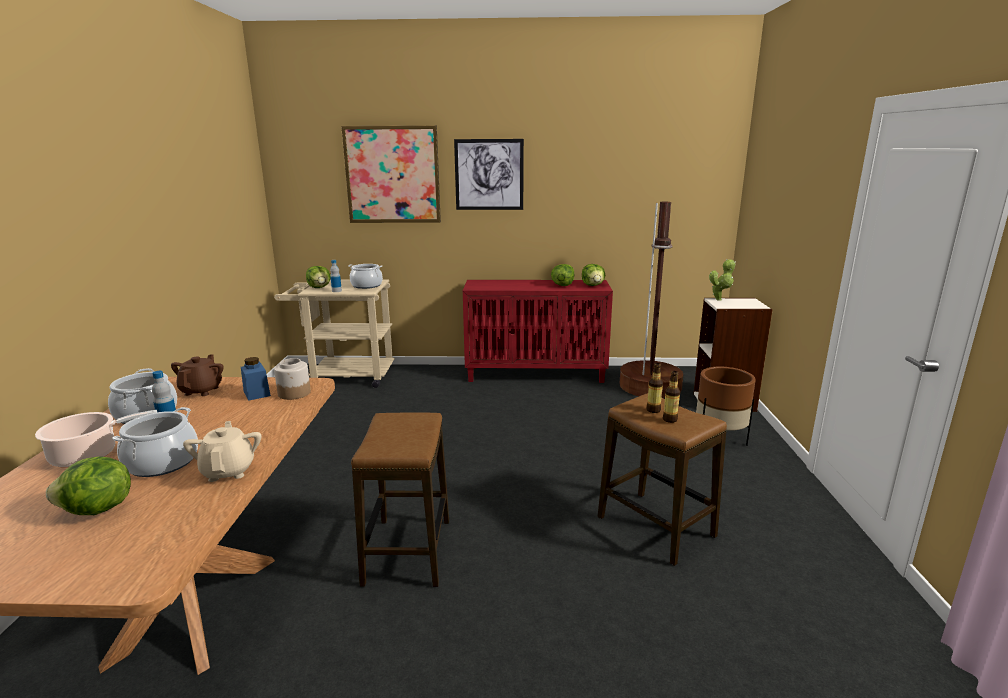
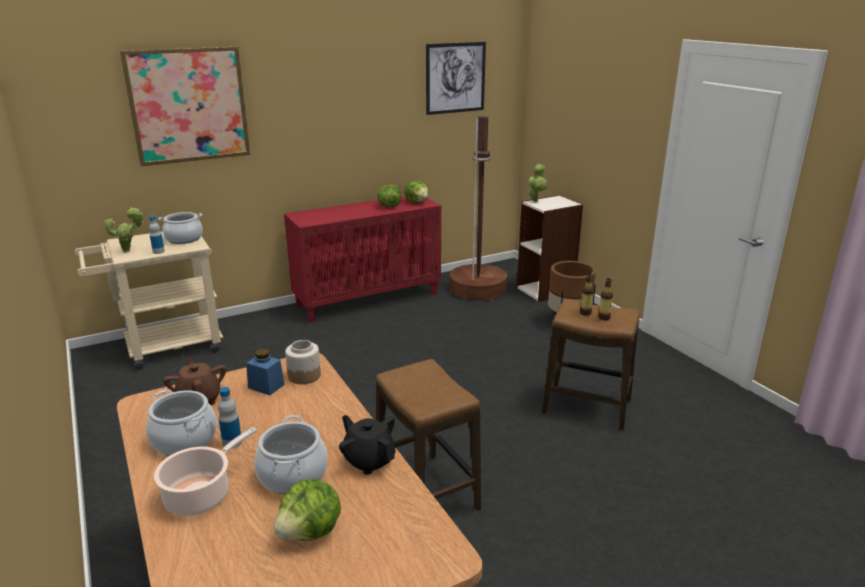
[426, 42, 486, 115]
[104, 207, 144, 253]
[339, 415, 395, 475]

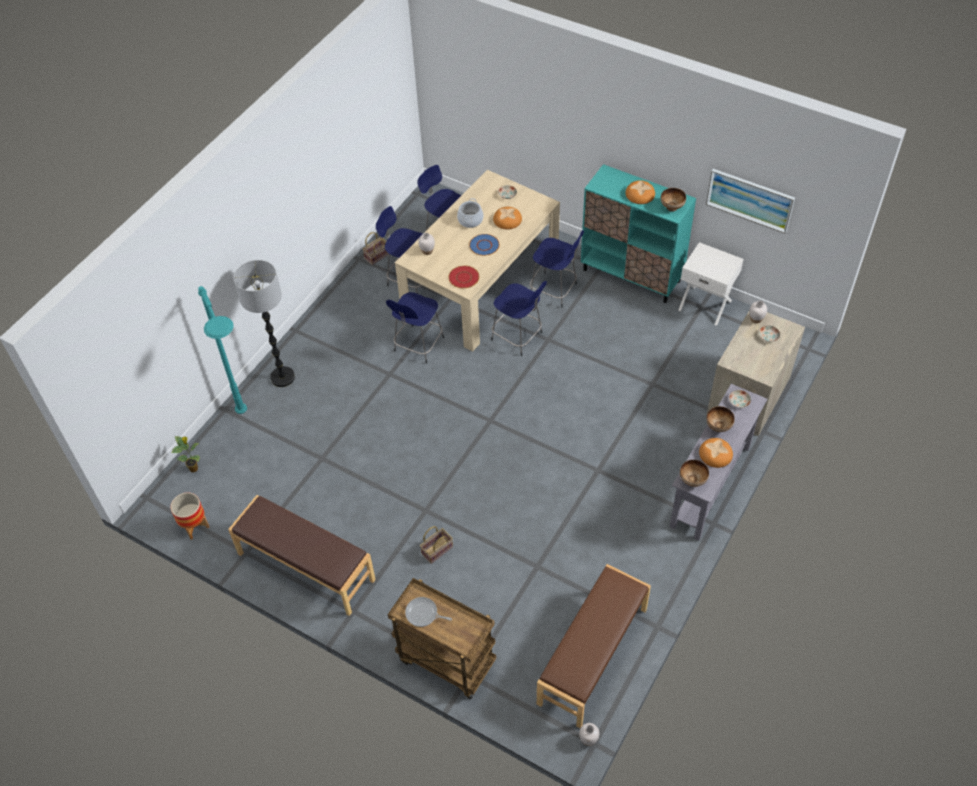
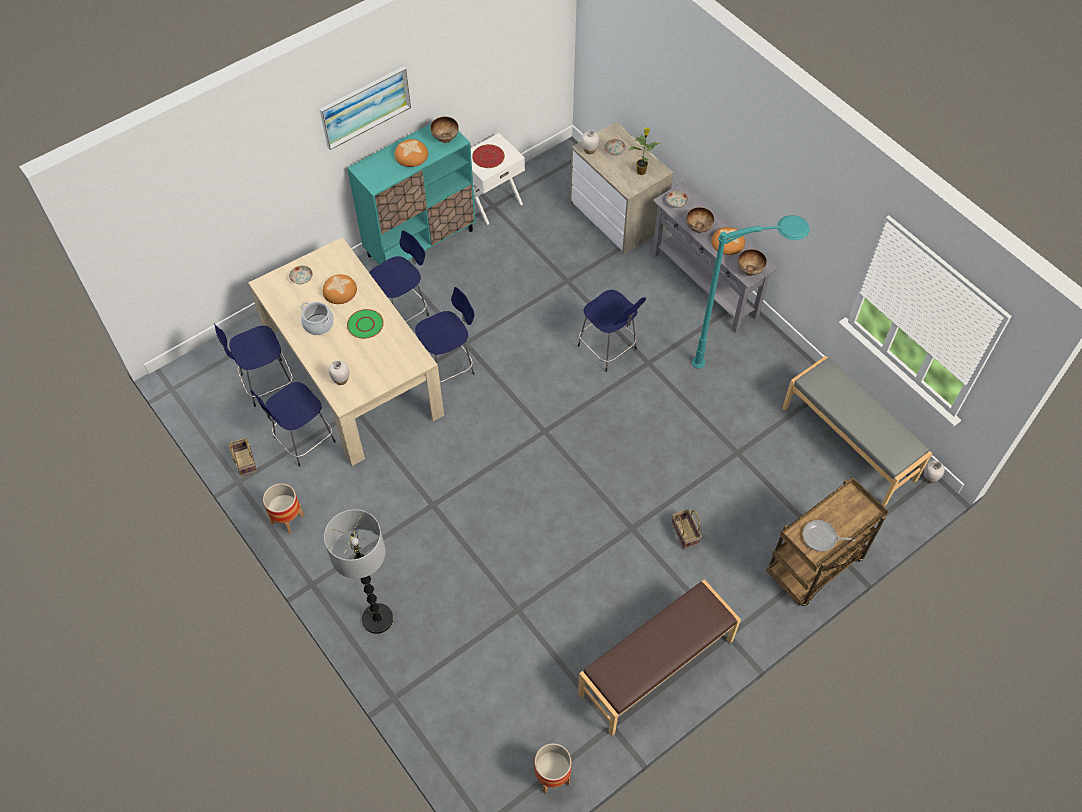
[320, 66, 411, 150]
[347, 309, 384, 339]
[472, 144, 505, 168]
[692, 215, 810, 369]
[578, 290, 646, 372]
[628, 128, 660, 175]
[782, 356, 932, 506]
[803, 520, 855, 551]
[263, 483, 304, 534]

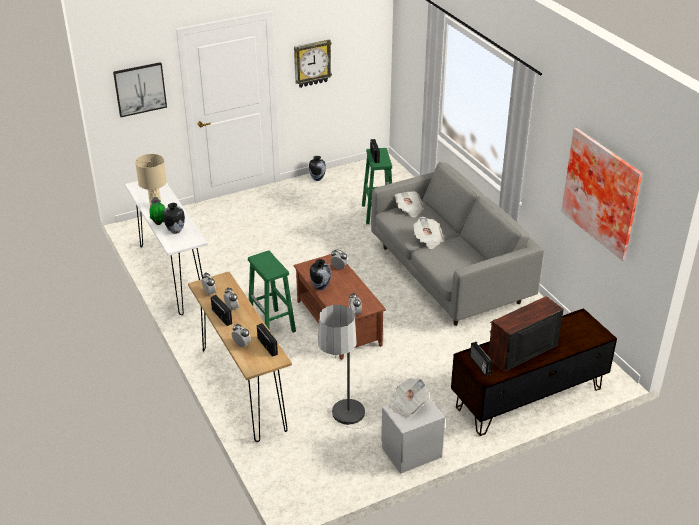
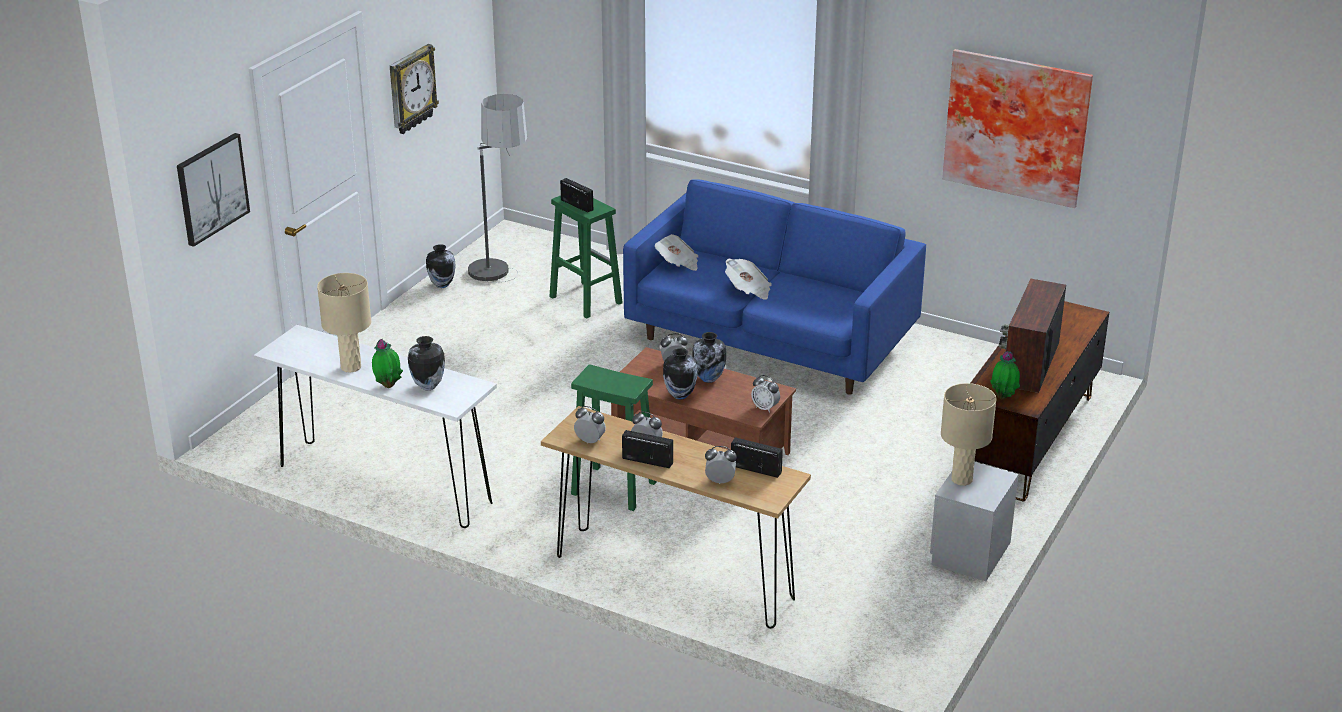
[623, 179, 926, 395]
[468, 94, 527, 283]
[990, 351, 1020, 399]
[941, 383, 997, 486]
[692, 332, 726, 383]

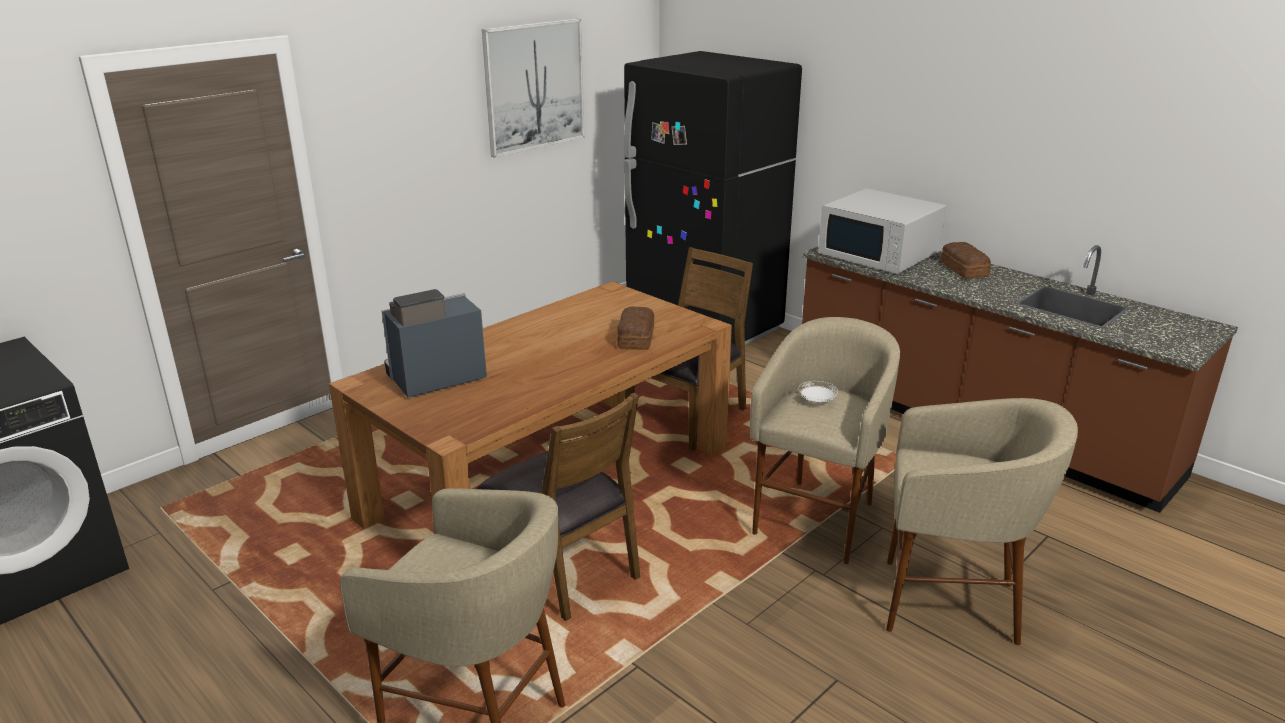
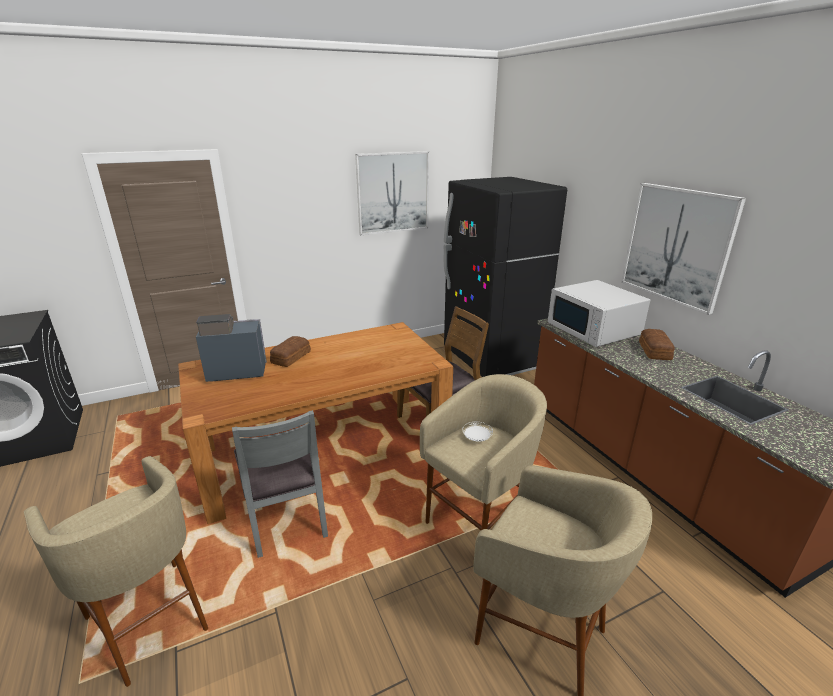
[270, 336, 311, 367]
[232, 410, 328, 558]
[621, 183, 746, 315]

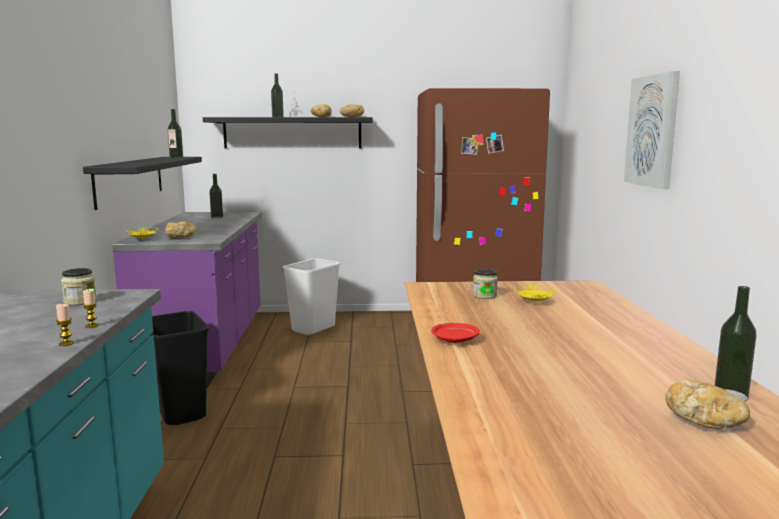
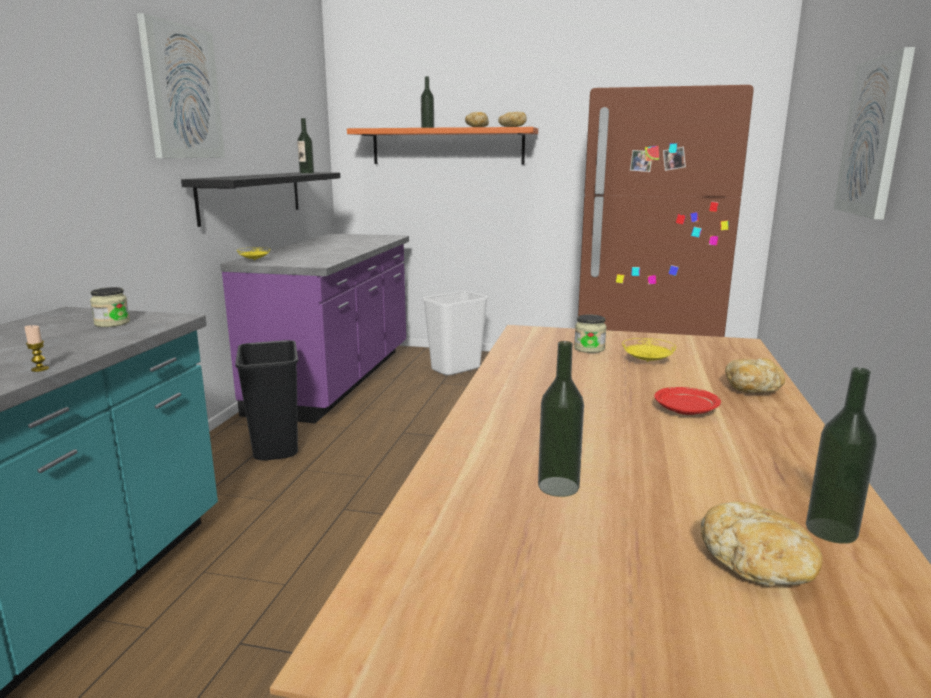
[347, 127, 538, 165]
[538, 341, 584, 497]
[725, 358, 785, 393]
[83, 289, 99, 328] (first image)
[654, 387, 721, 415]
[137, 13, 225, 158]

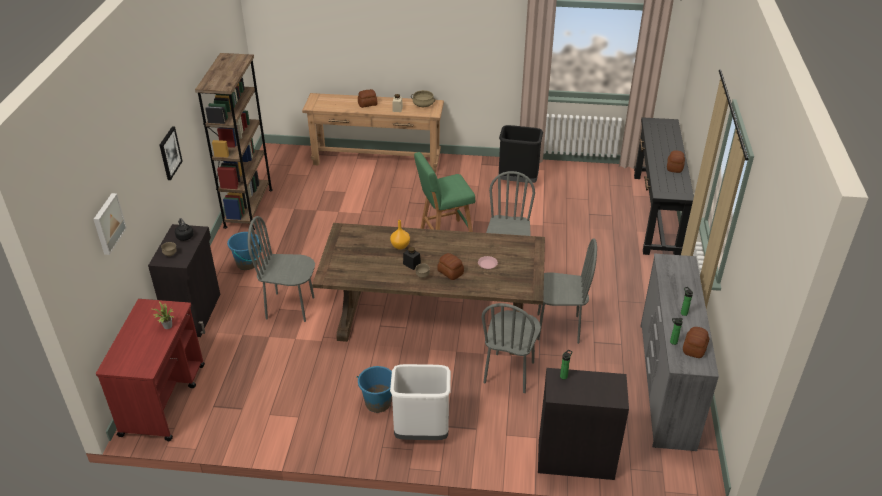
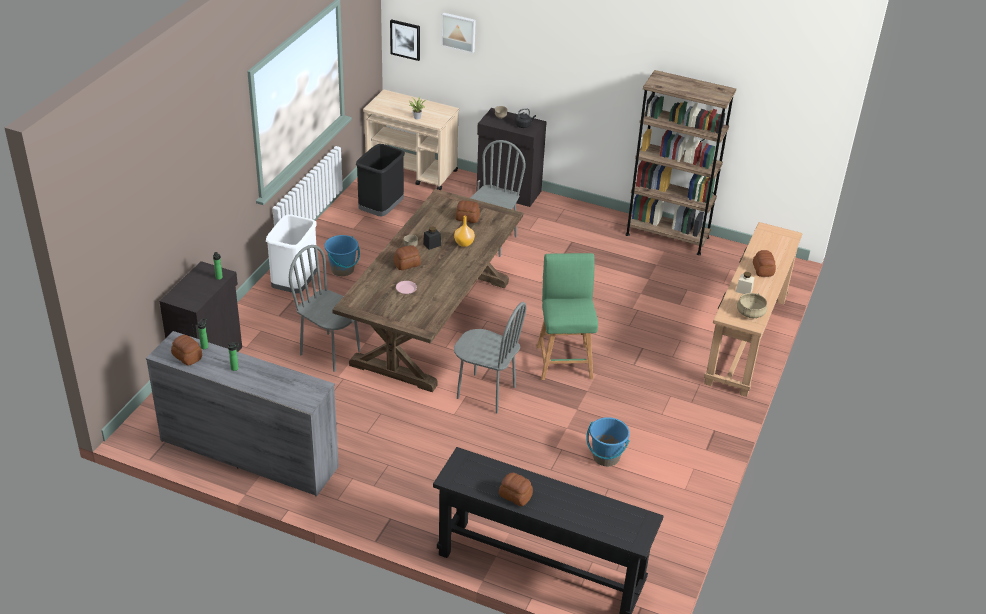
[356, 144, 405, 216]
[390, 19, 420, 61]
[586, 417, 630, 466]
[537, 238, 597, 344] (first image)
[363, 90, 459, 190]
[455, 200, 480, 223]

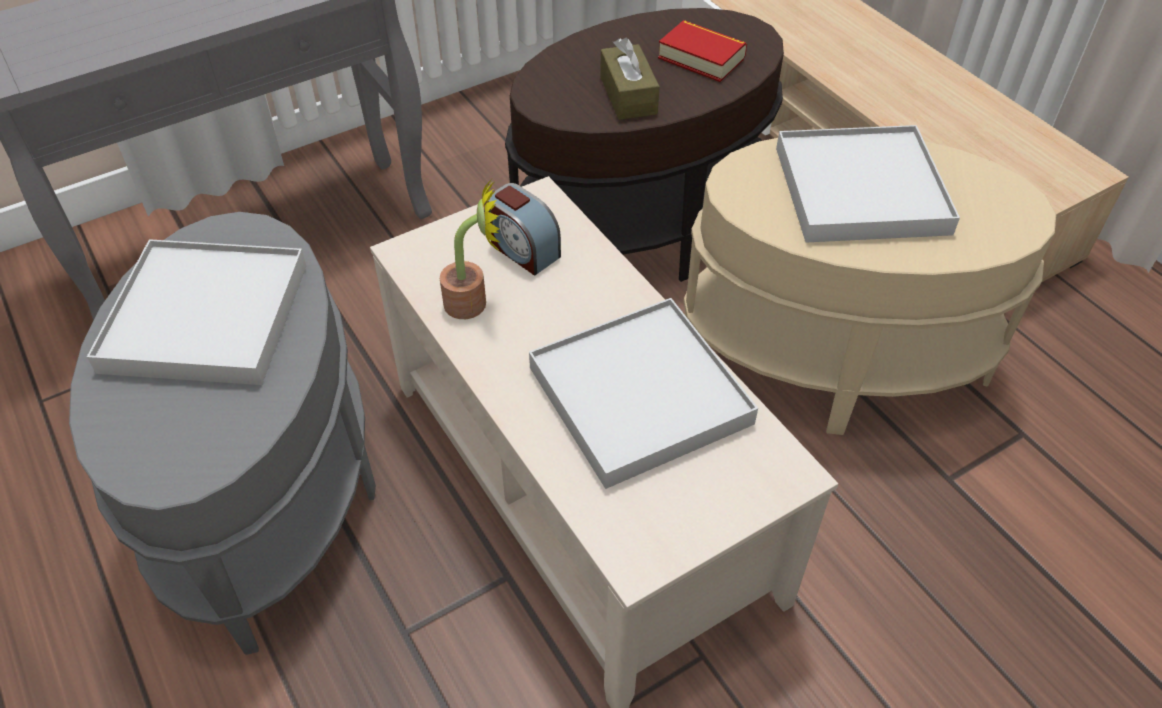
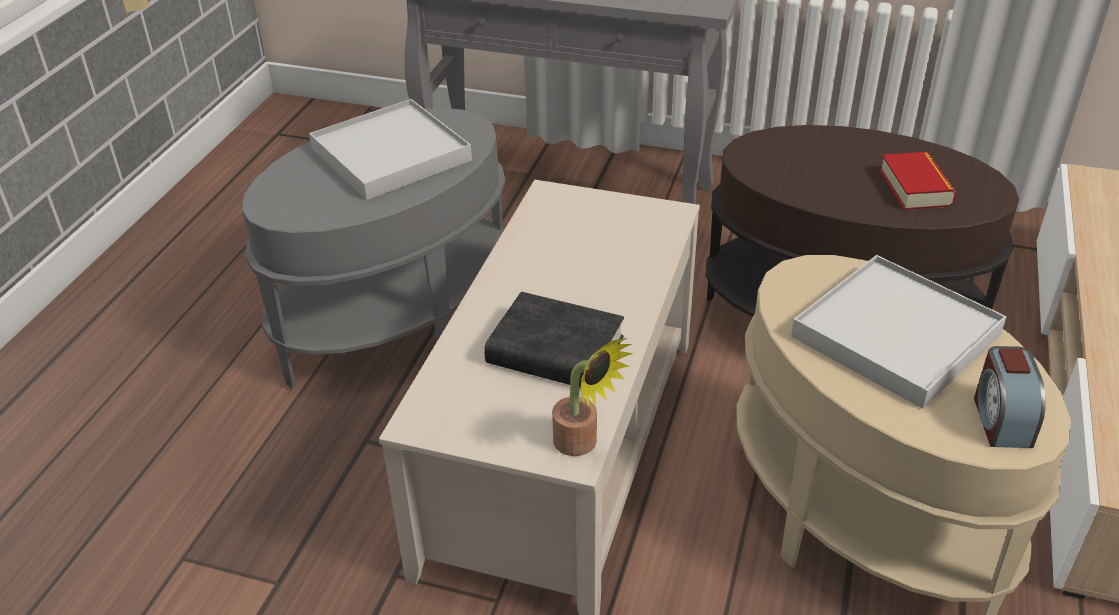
[600, 38, 660, 120] (first image)
[552, 338, 633, 456]
[974, 346, 1046, 448]
[484, 292, 624, 388]

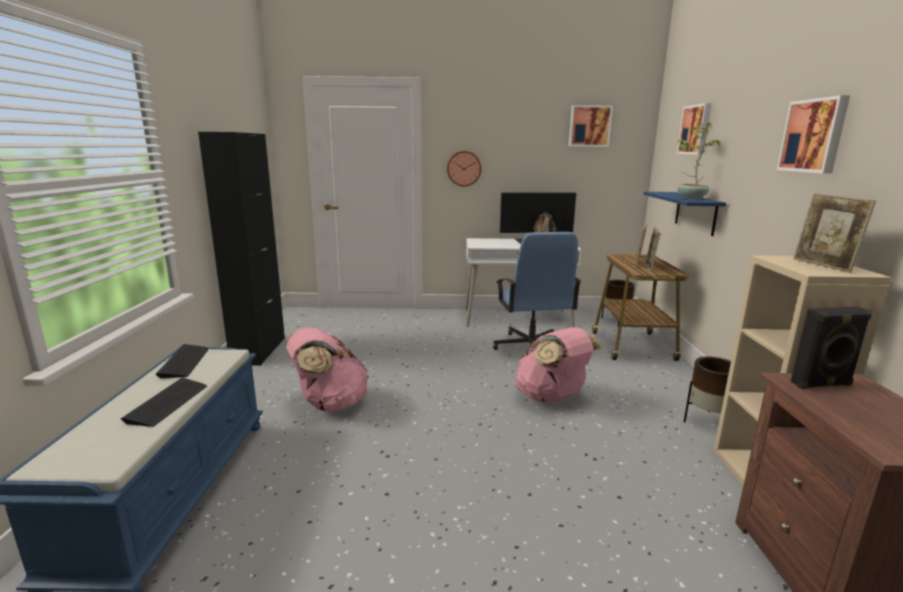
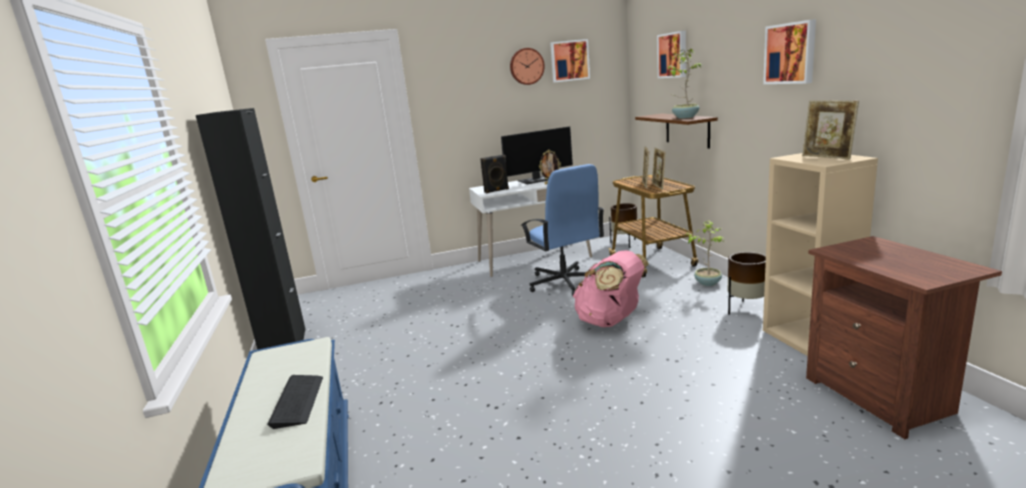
[510, 48, 545, 85]
[635, 114, 718, 149]
[480, 155, 509, 193]
[286, 328, 369, 412] (first image)
[156, 344, 209, 378] (first image)
[686, 220, 725, 286]

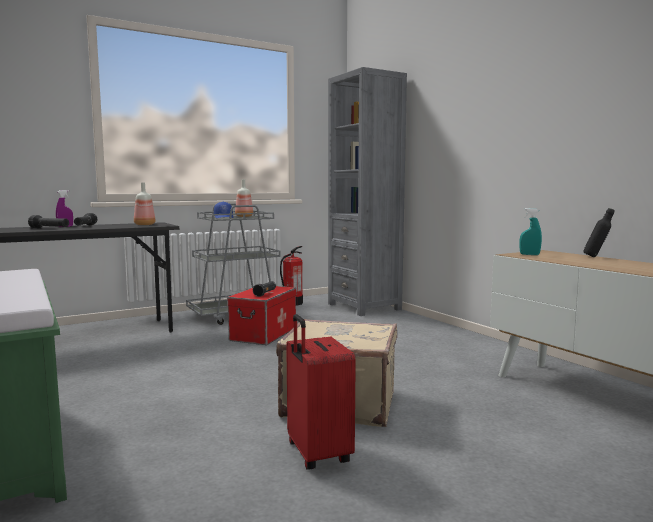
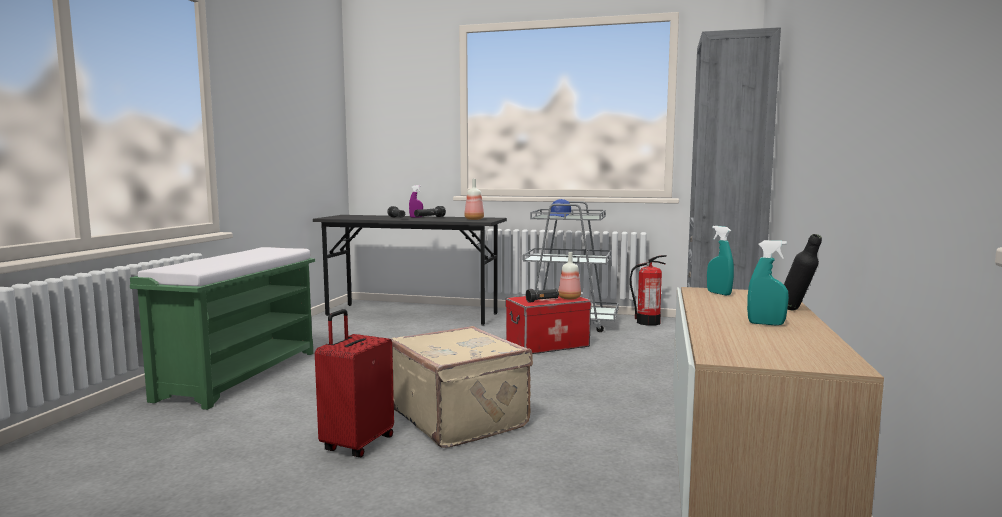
[558, 252, 581, 299]
[747, 240, 789, 325]

